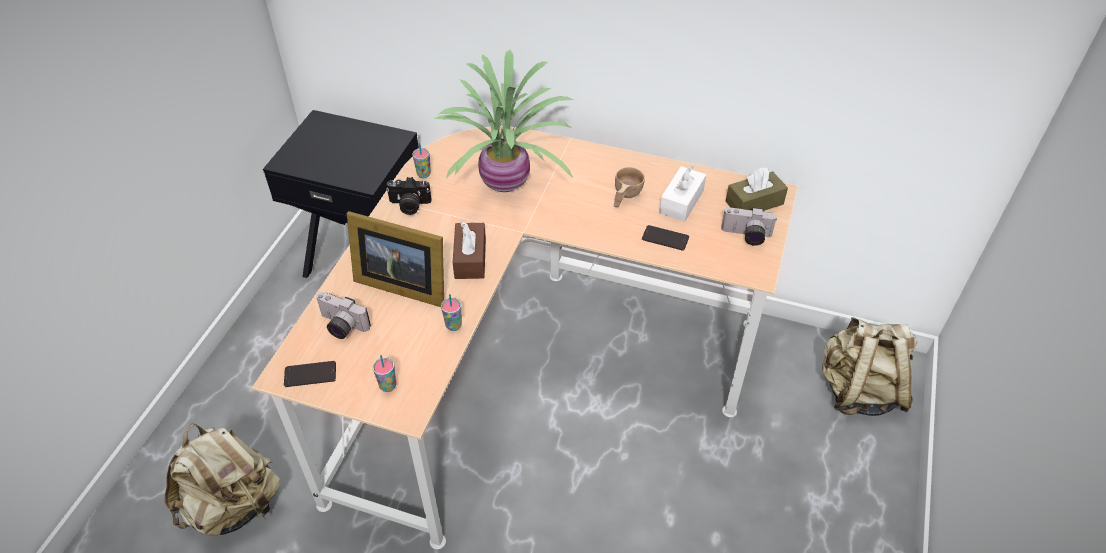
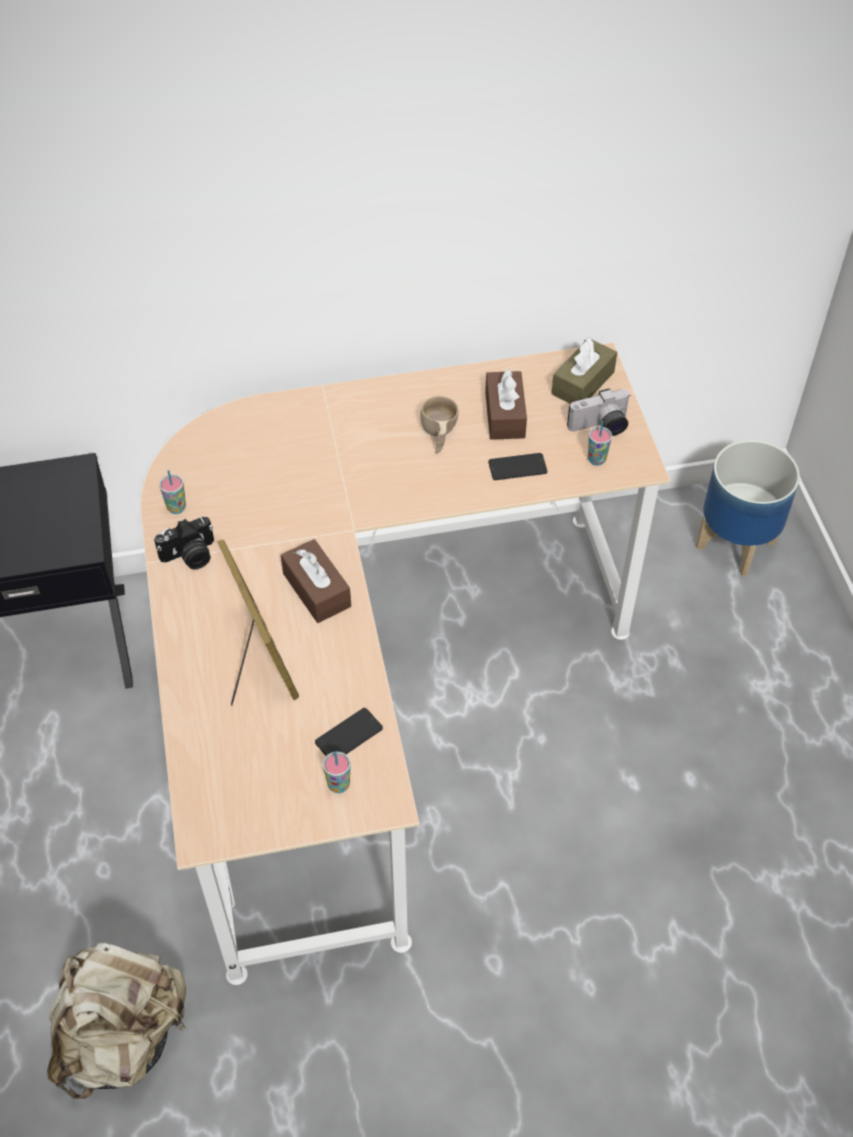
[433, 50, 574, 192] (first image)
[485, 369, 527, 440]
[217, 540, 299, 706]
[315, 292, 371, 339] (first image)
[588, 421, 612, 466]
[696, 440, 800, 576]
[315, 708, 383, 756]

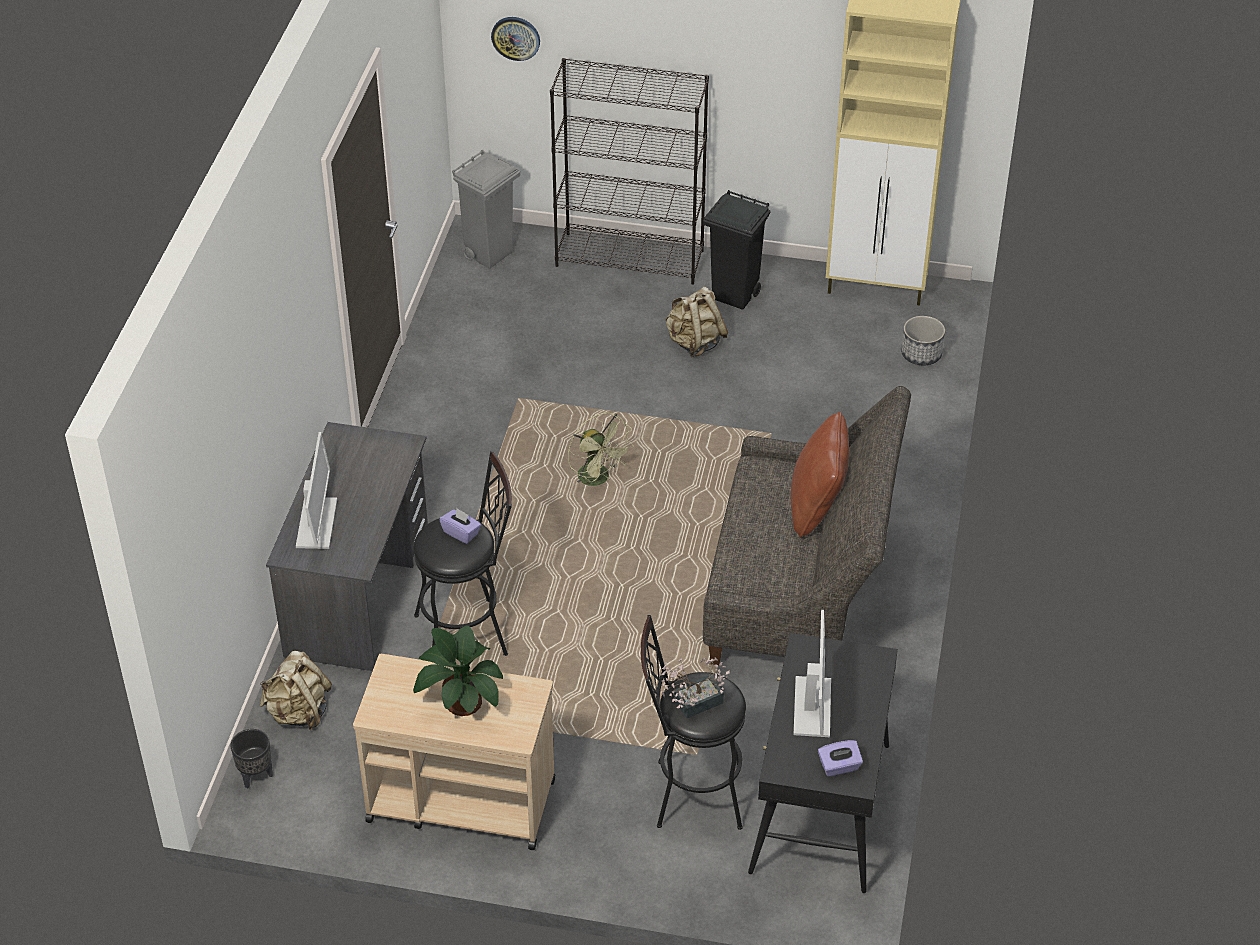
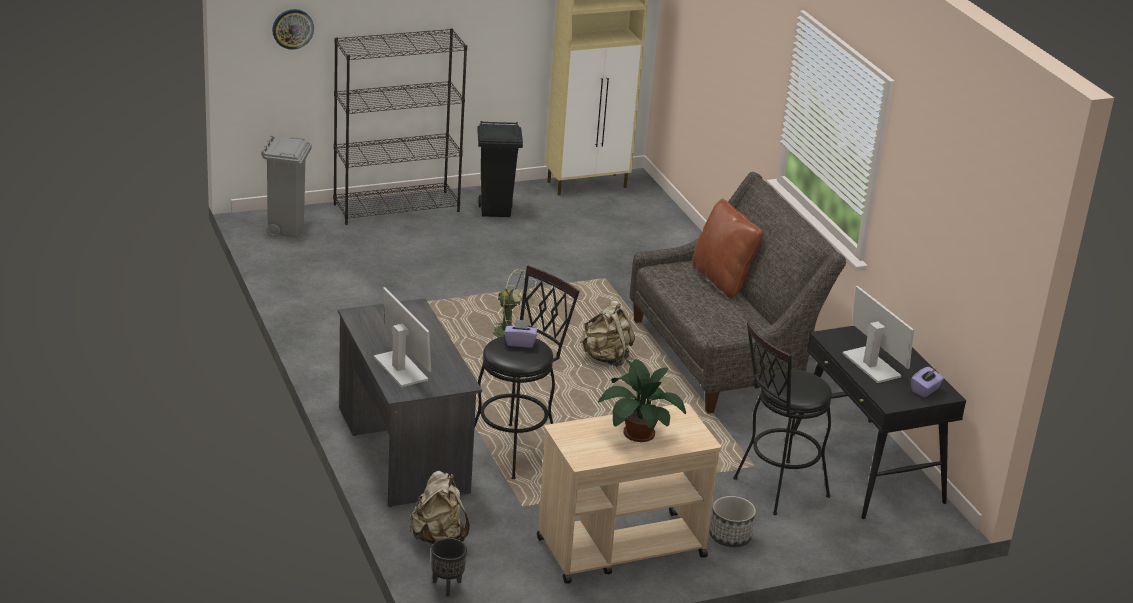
[580, 300, 635, 367]
[710, 496, 756, 547]
[661, 658, 730, 718] (first image)

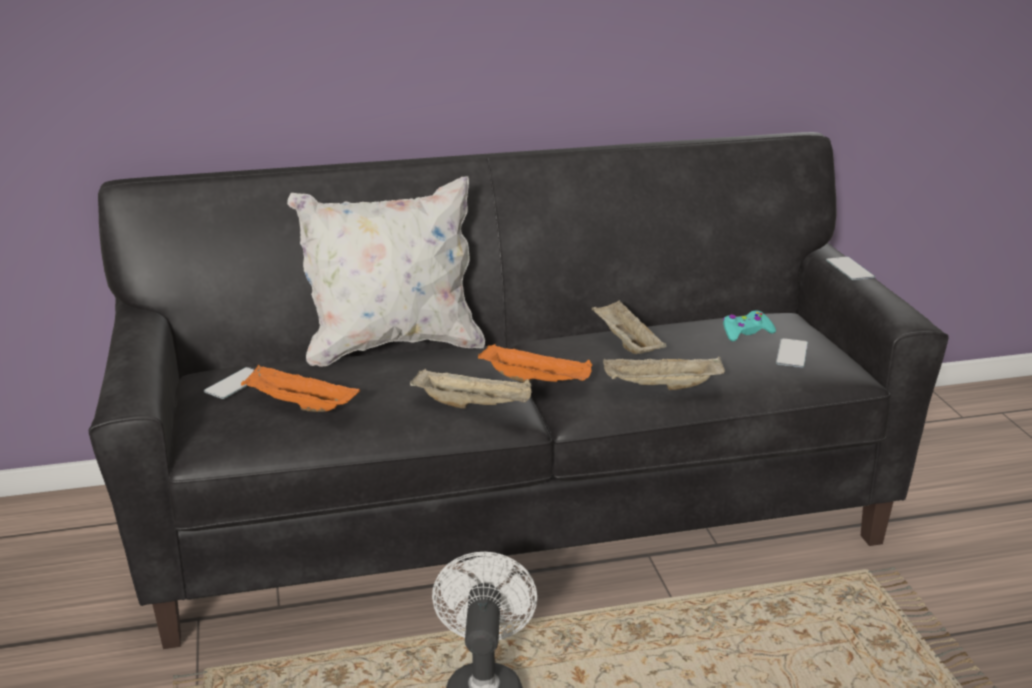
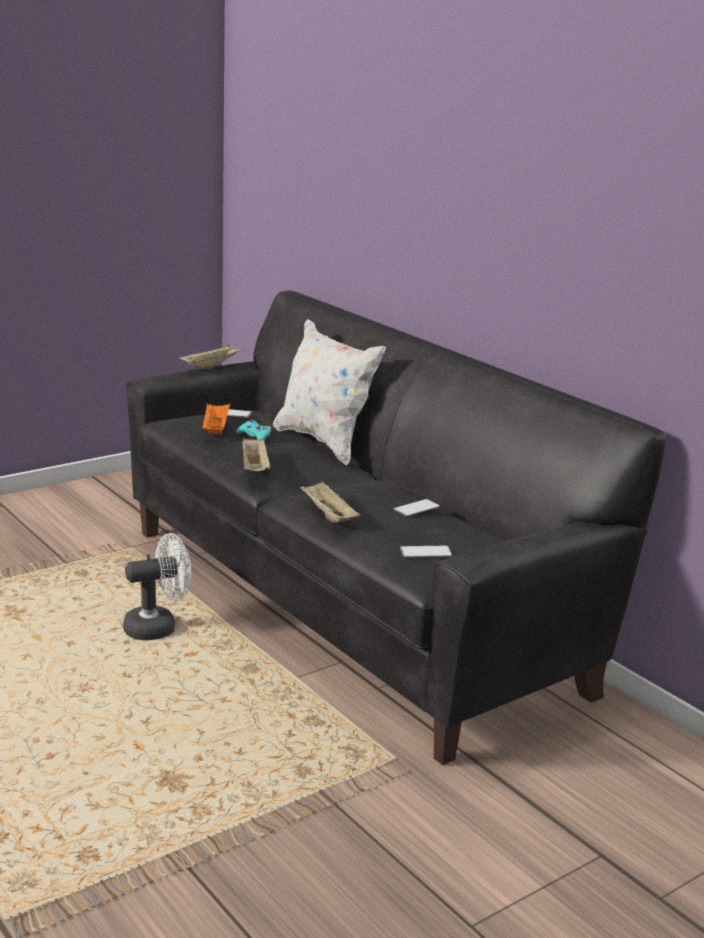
[393, 499, 440, 516]
[179, 344, 245, 369]
[236, 419, 272, 440]
[478, 344, 592, 383] (first image)

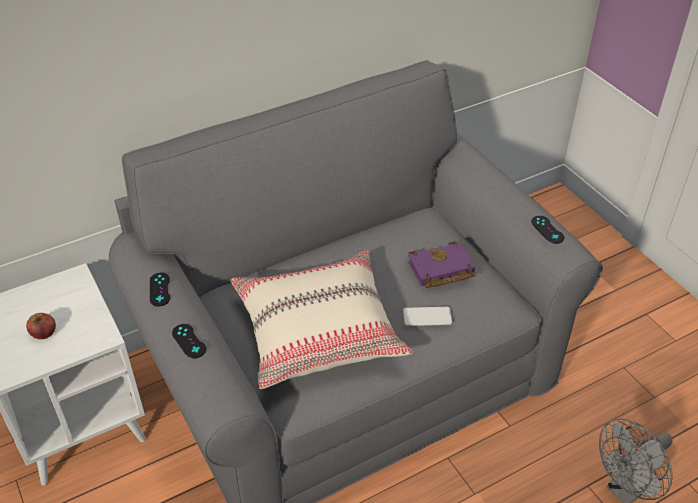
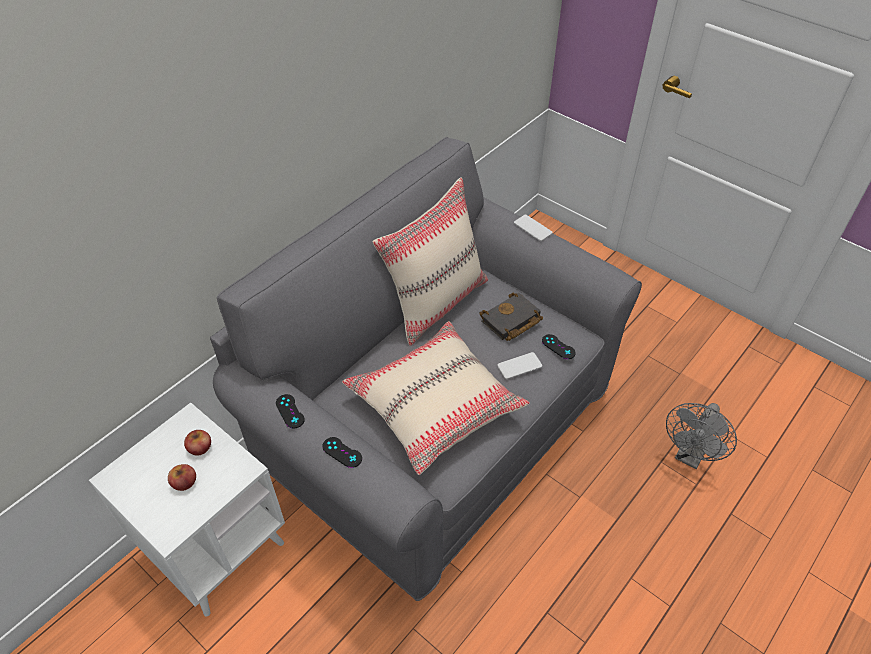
[542, 334, 576, 359]
[479, 292, 543, 341]
[372, 177, 488, 346]
[514, 215, 553, 241]
[184, 430, 211, 455]

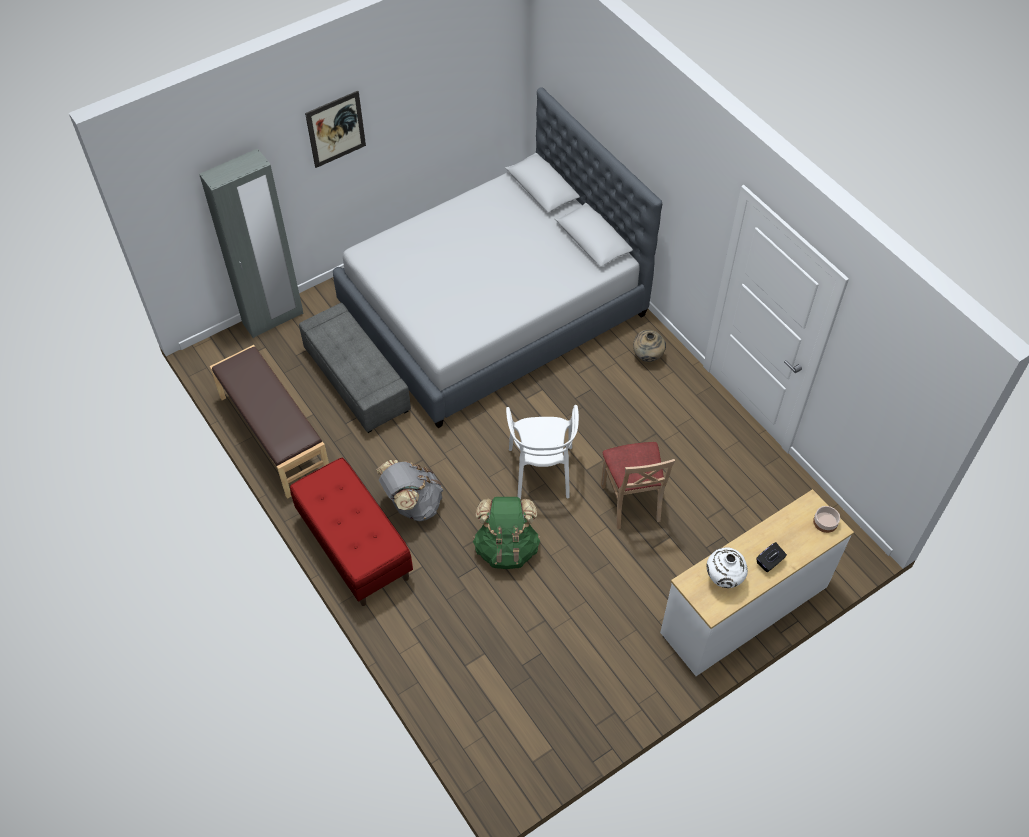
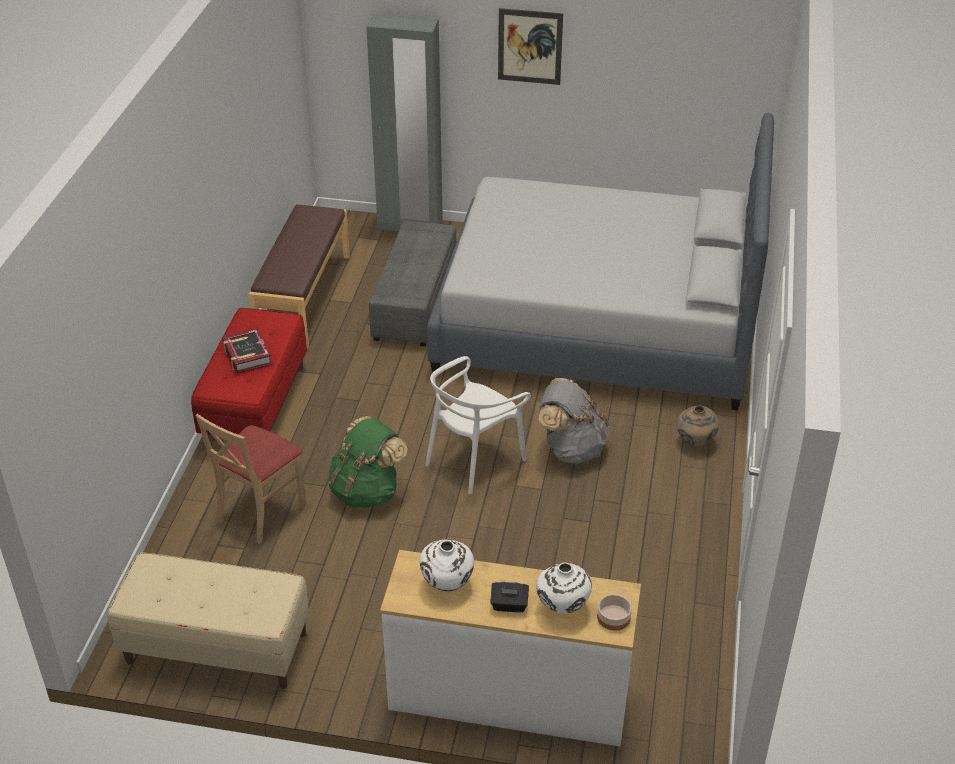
[196, 414, 307, 544]
[539, 378, 610, 464]
[222, 328, 273, 374]
[108, 552, 309, 689]
[536, 562, 592, 614]

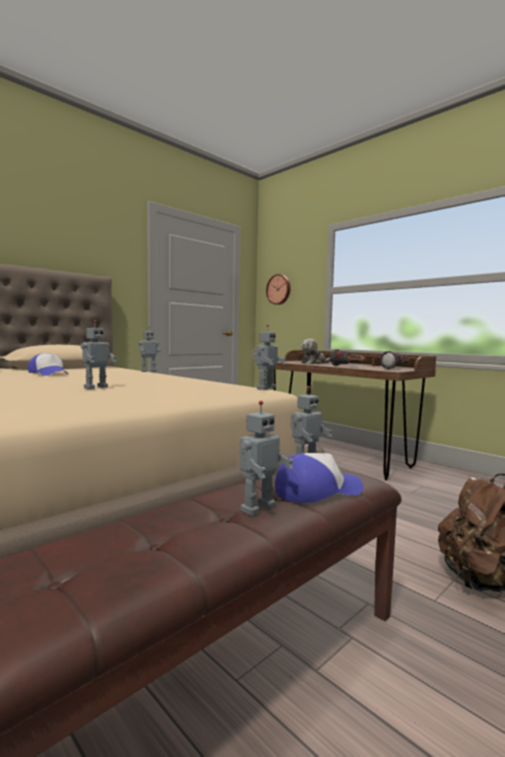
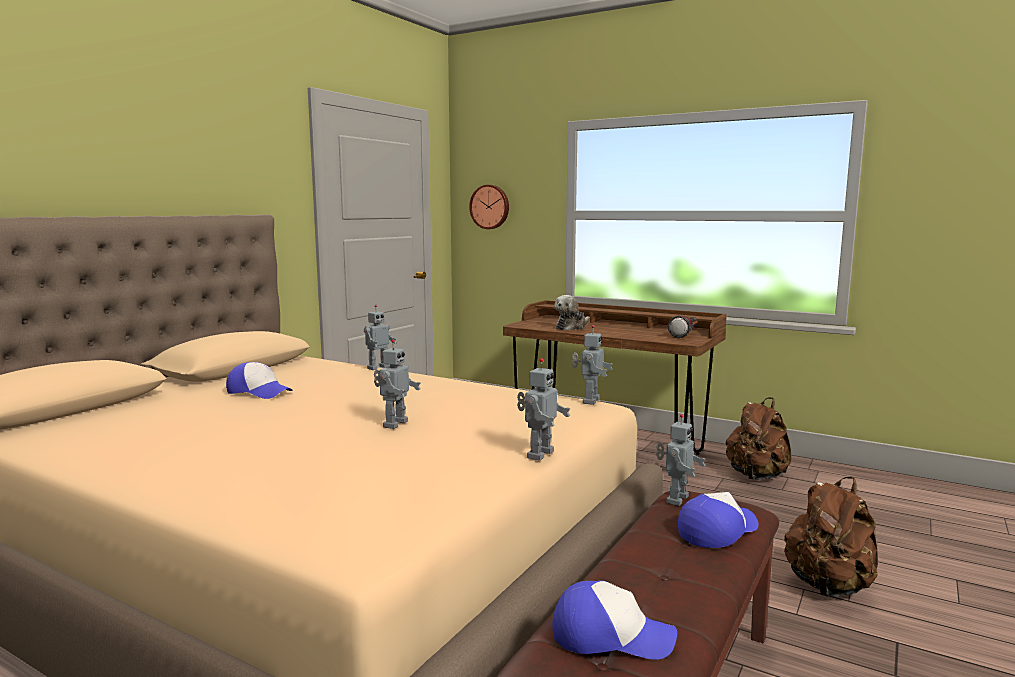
[330, 349, 366, 366] (first image)
[517, 358, 570, 461]
[726, 397, 791, 480]
[552, 580, 677, 660]

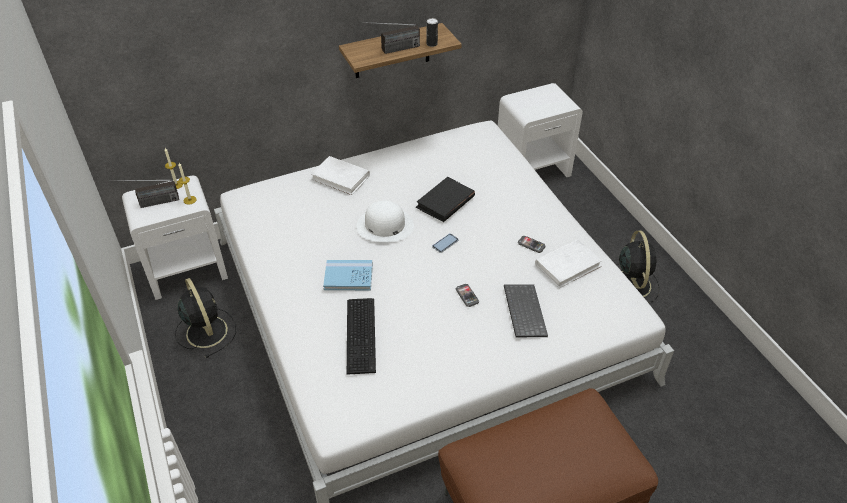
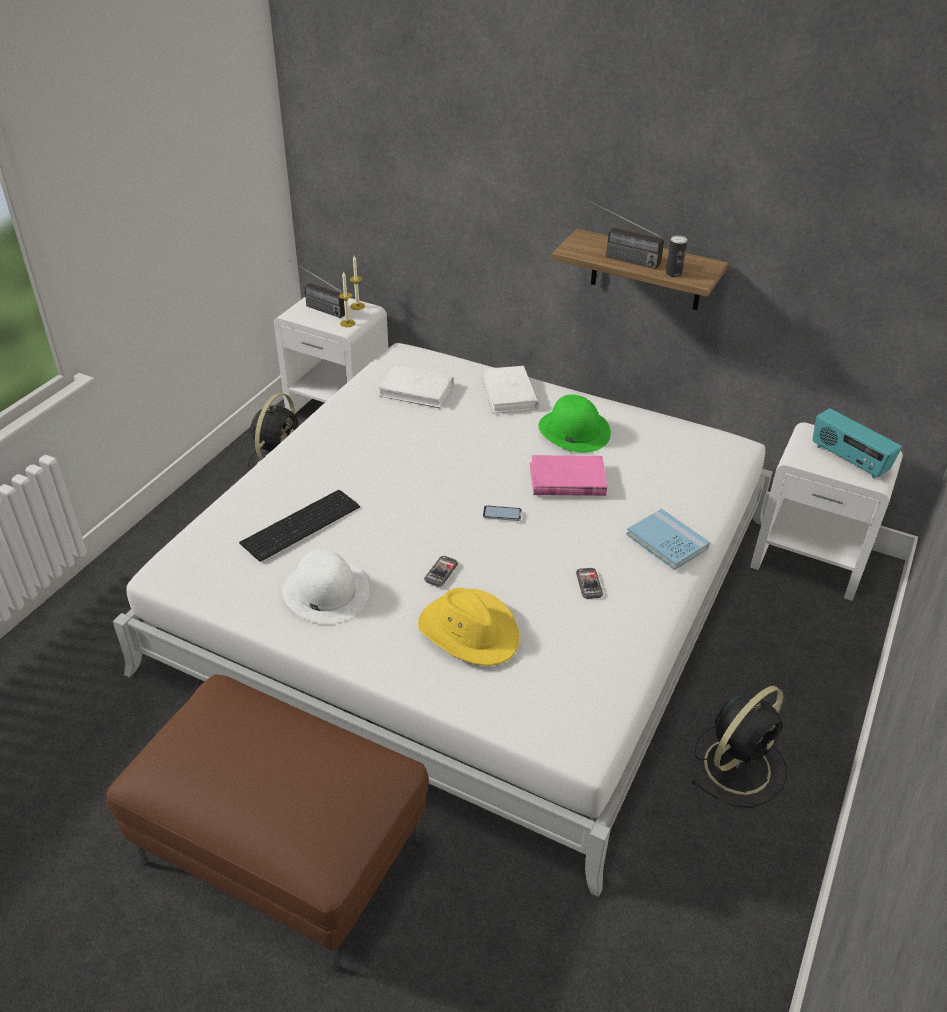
[530, 455, 607, 496]
[282, 549, 369, 624]
[378, 365, 454, 408]
[627, 509, 710, 570]
[418, 588, 520, 666]
[538, 395, 611, 453]
[812, 408, 902, 479]

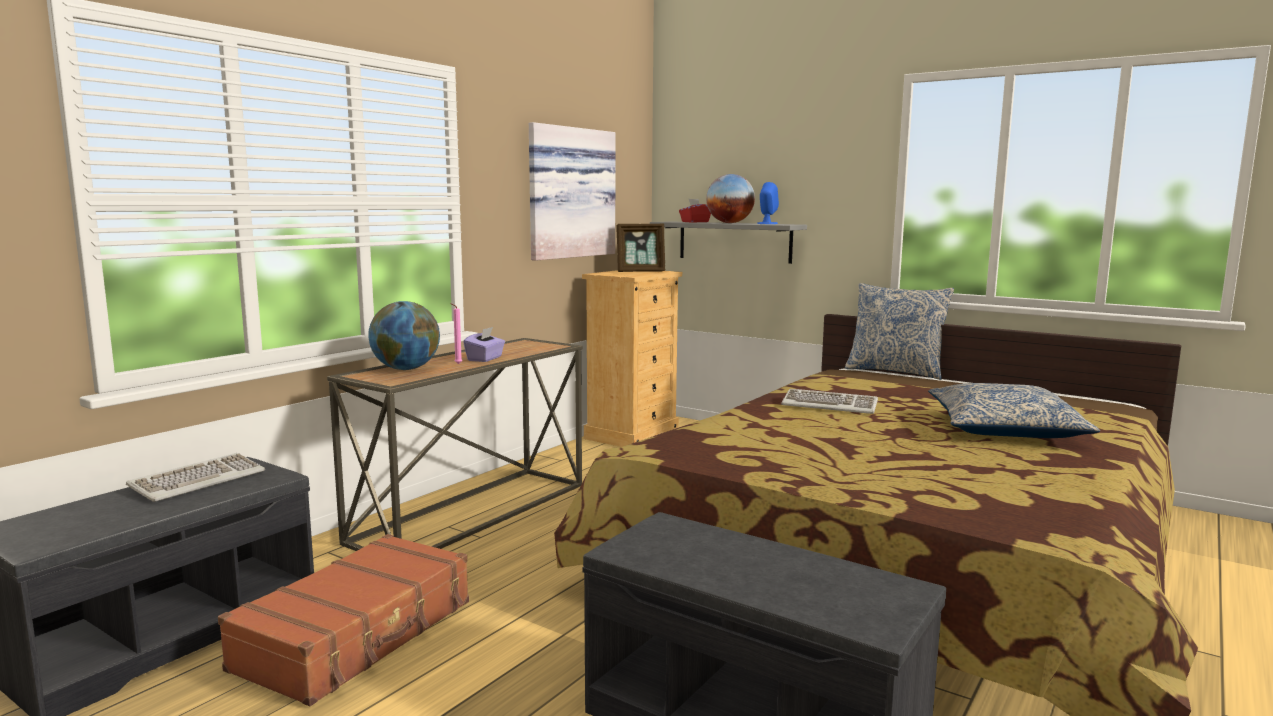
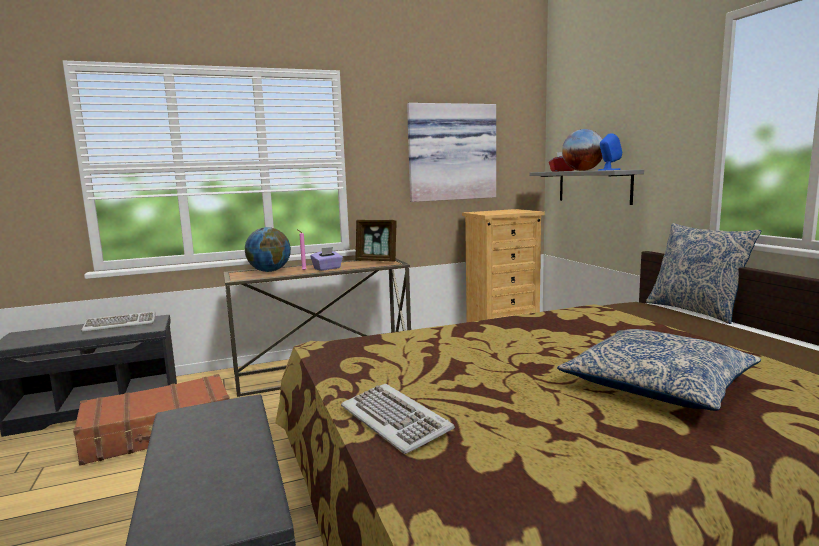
[355, 220, 397, 261]
[341, 384, 455, 454]

